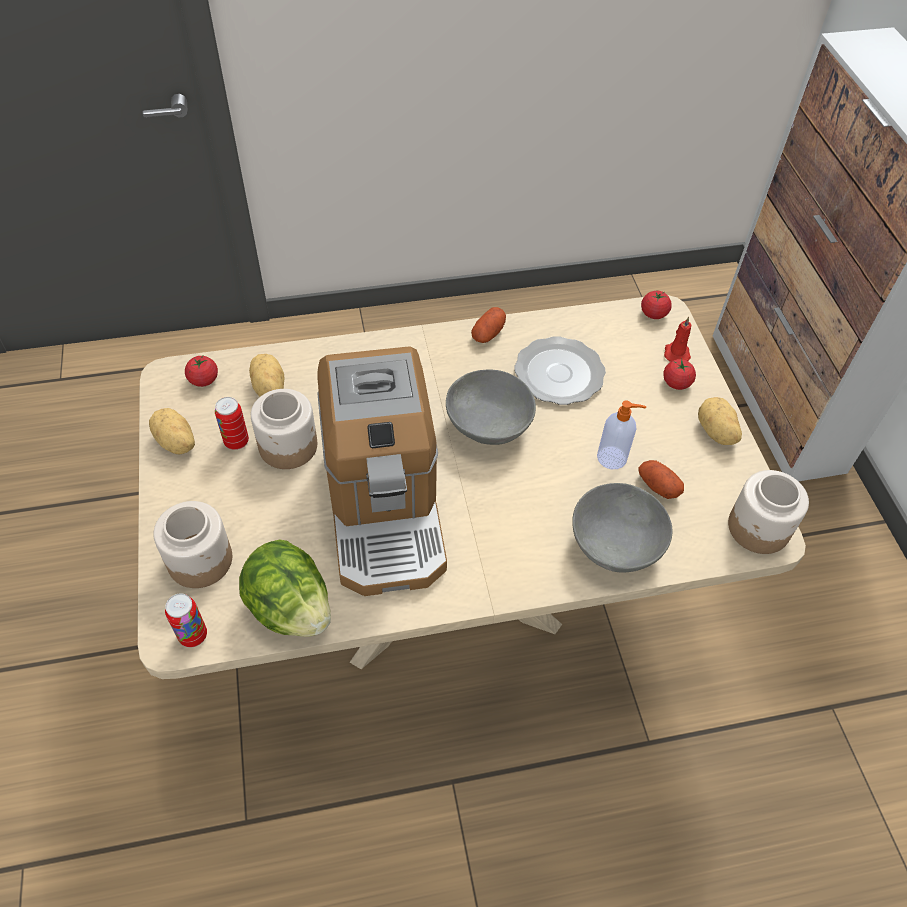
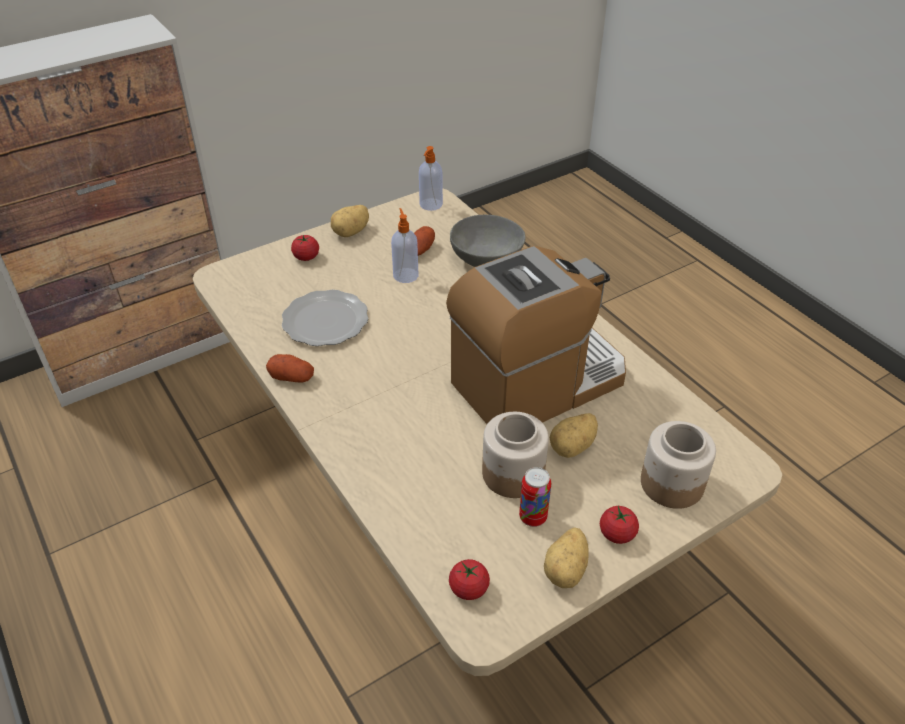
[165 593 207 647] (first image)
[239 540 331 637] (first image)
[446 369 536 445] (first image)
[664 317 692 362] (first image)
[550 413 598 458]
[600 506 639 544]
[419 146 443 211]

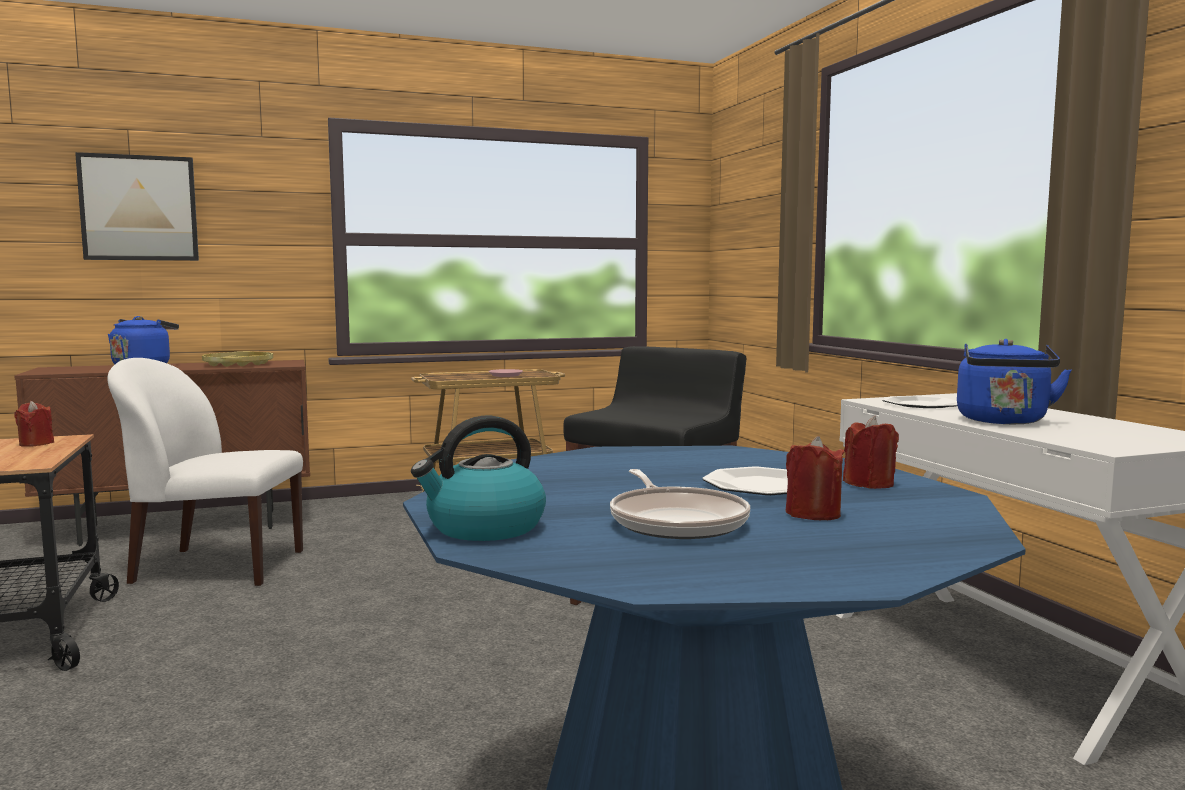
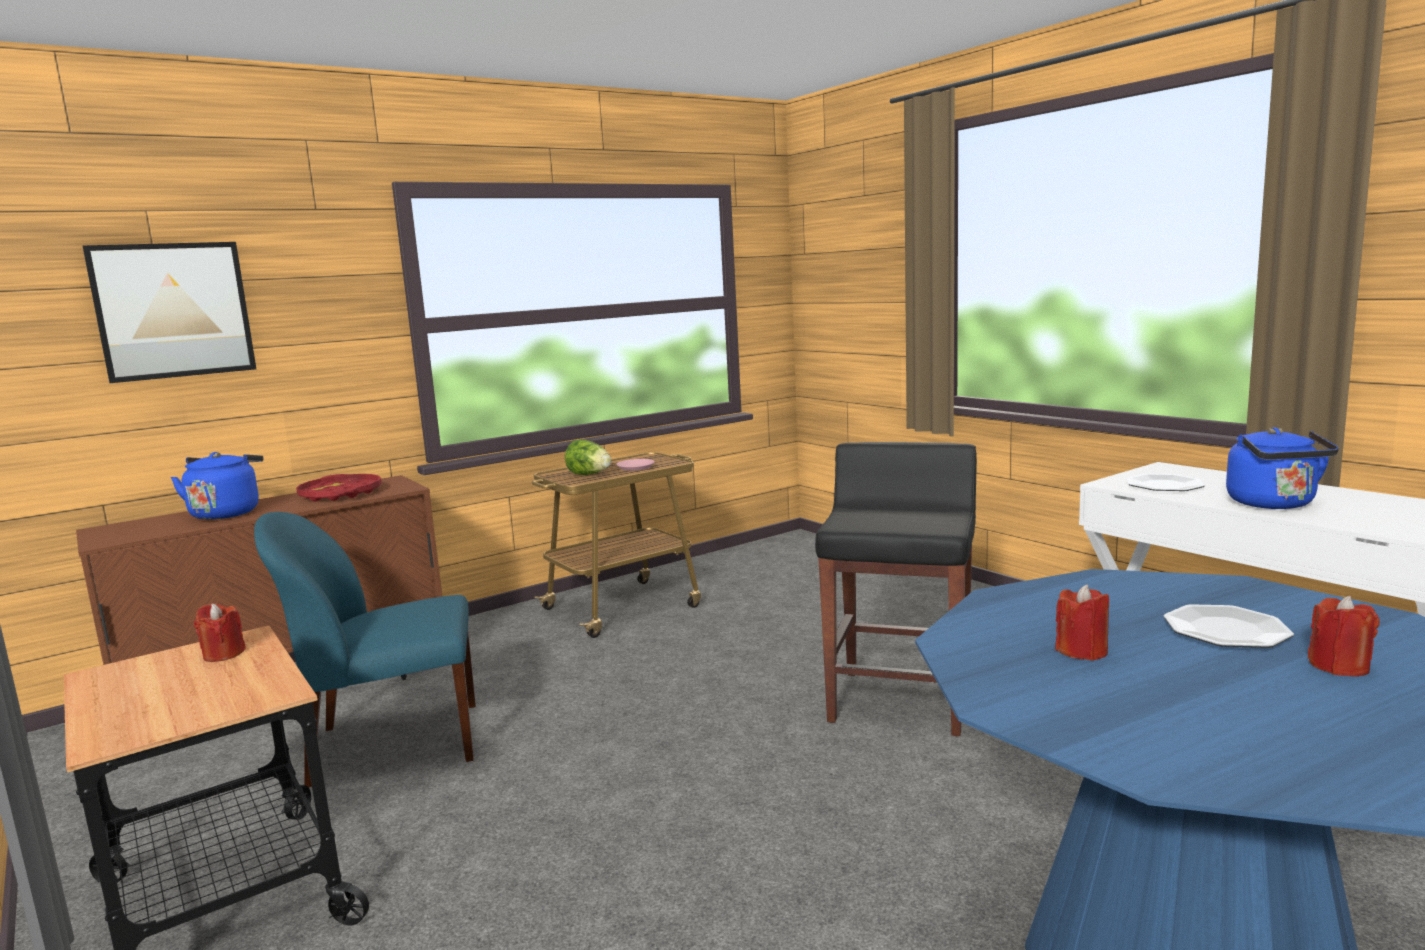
[411 416 546 541] (first image)
[610 469 750 539] (first image)
[565 439 611 475]
[1055 584 1109 661]
[254 512 476 787]
[296 474 382 502]

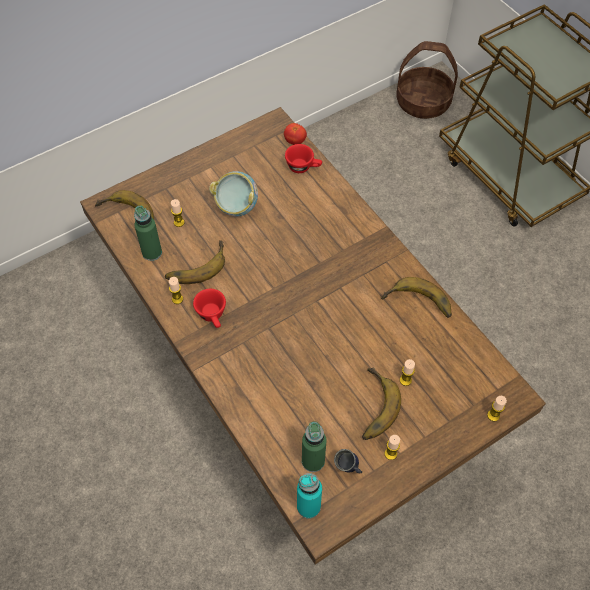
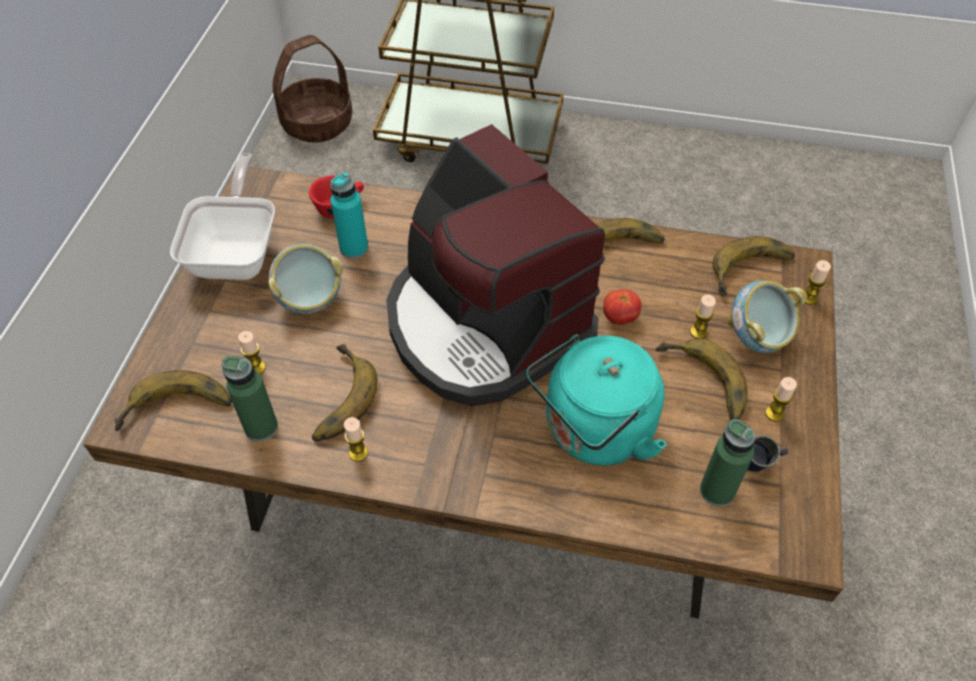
[193 289 226 328] (first image)
[170 153 275 280]
[386 124 605 406]
[527 334 667 466]
[713 236 795 297]
[727 281 807 353]
[603 289 641 325]
[330 172 368 259]

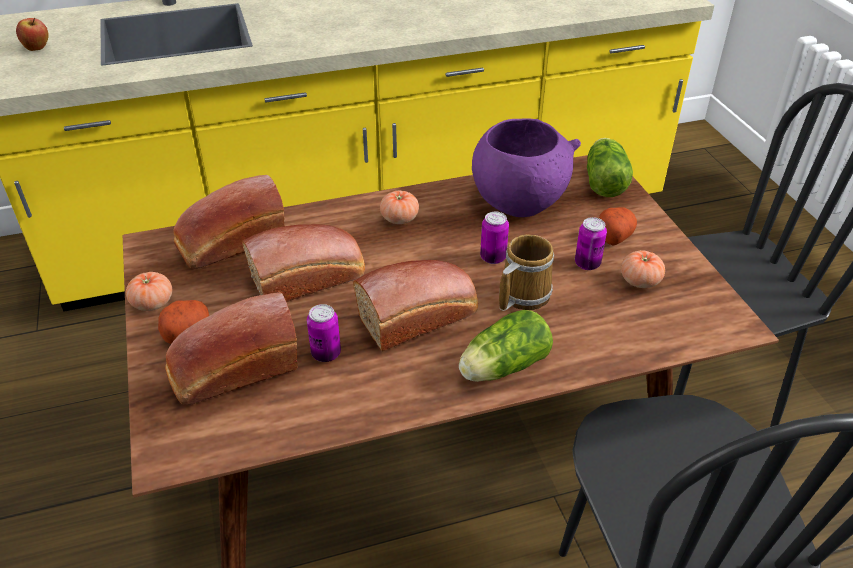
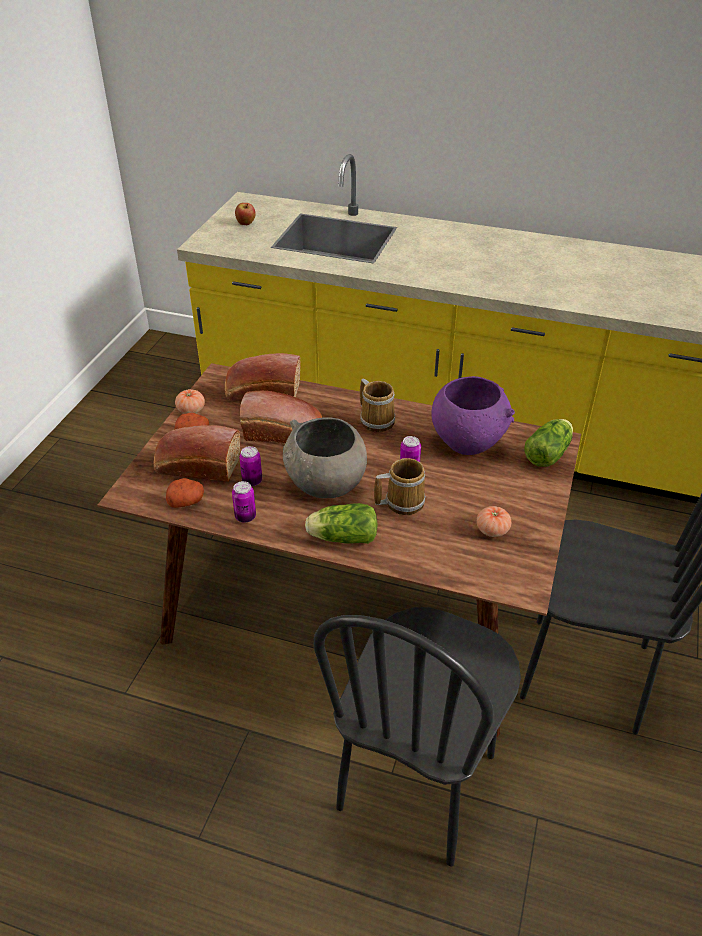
[232 481 256 523]
[166 478 204 508]
[283 417 367 498]
[360 379 395 432]

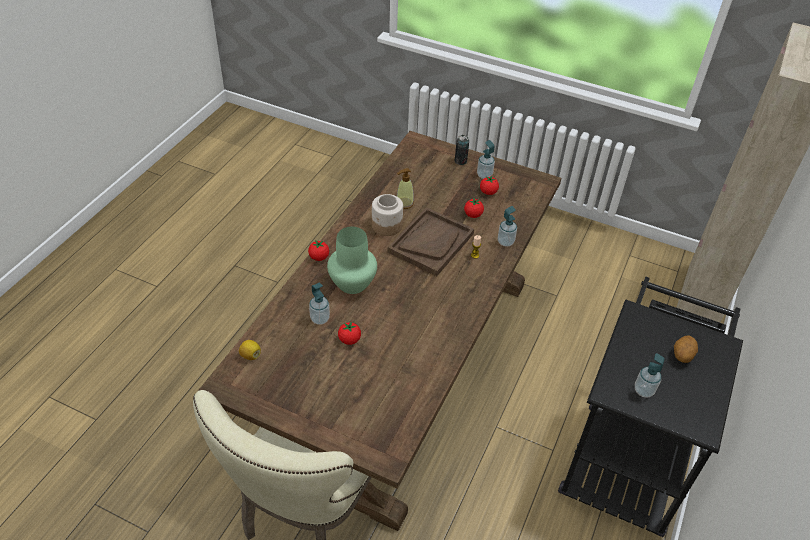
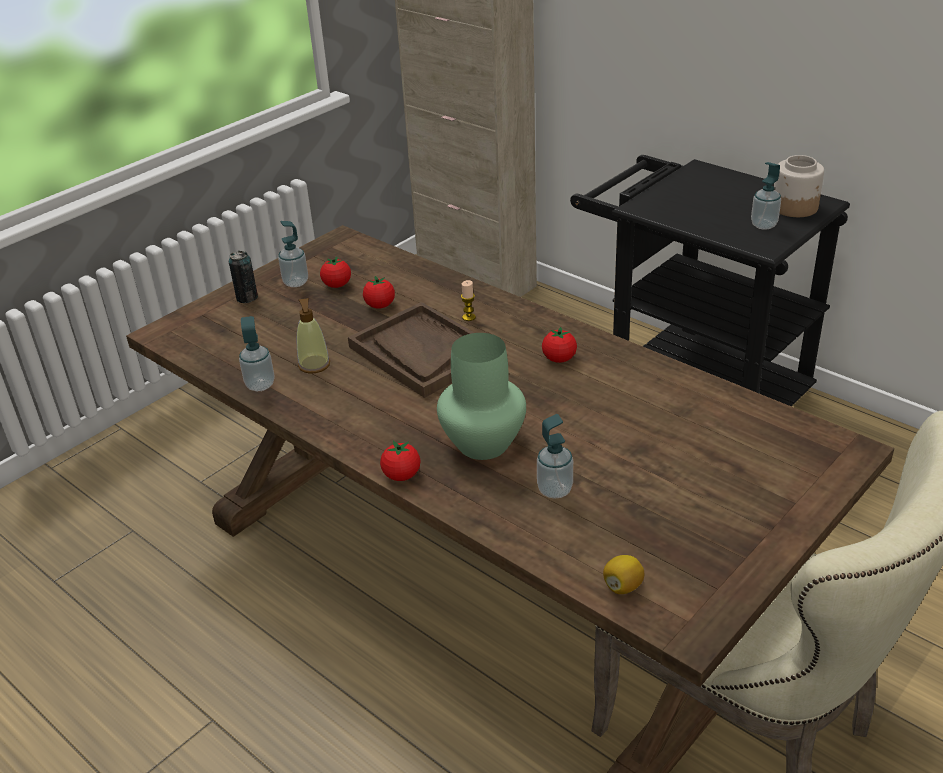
[674 336 698 363] (first image)
[542 327 577 363]
[774 155 824 217]
[239 316 275 391]

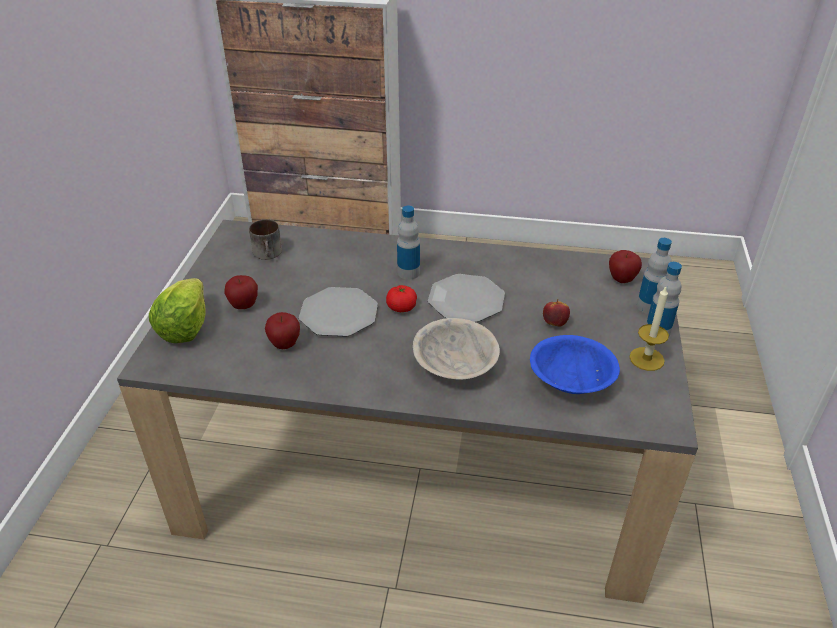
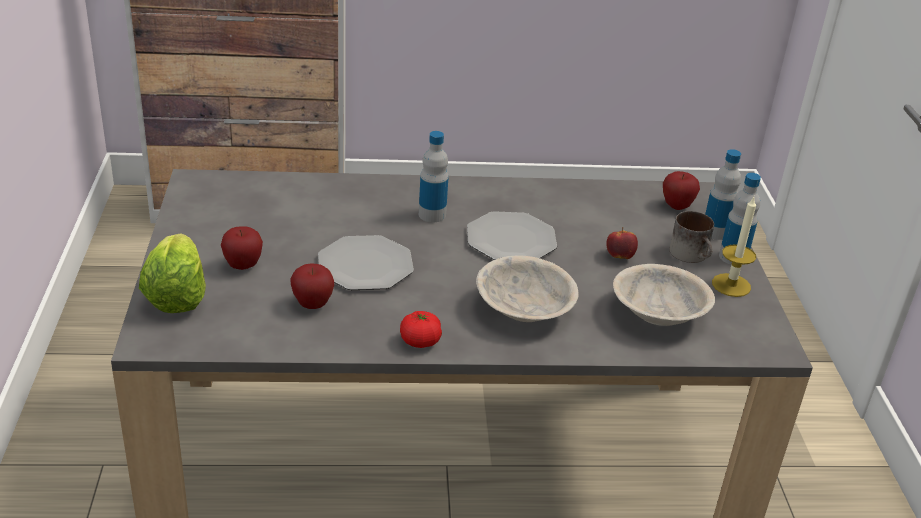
[669 211 714 263]
[400 311 442 348]
[613 264 715 326]

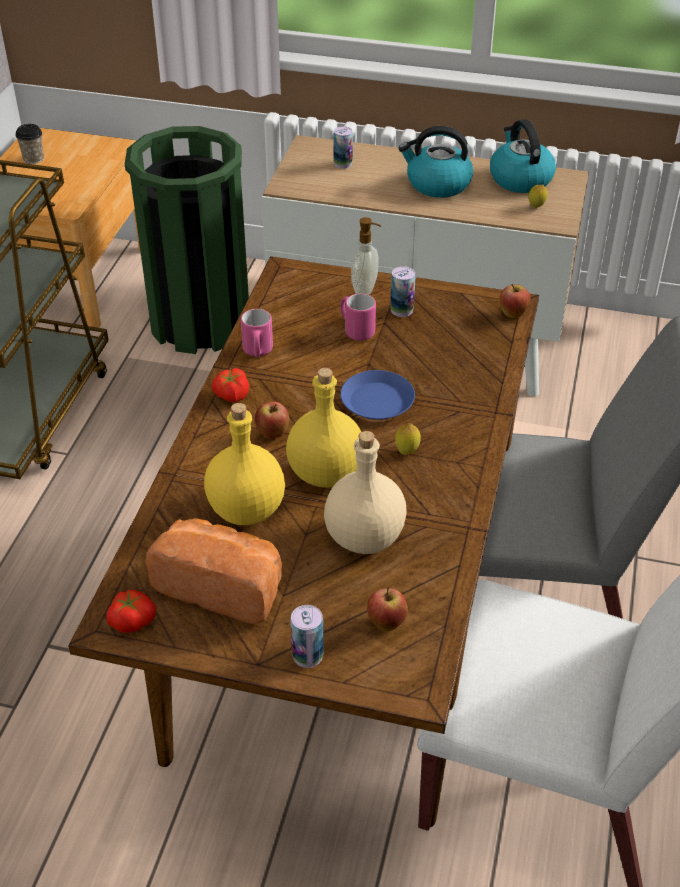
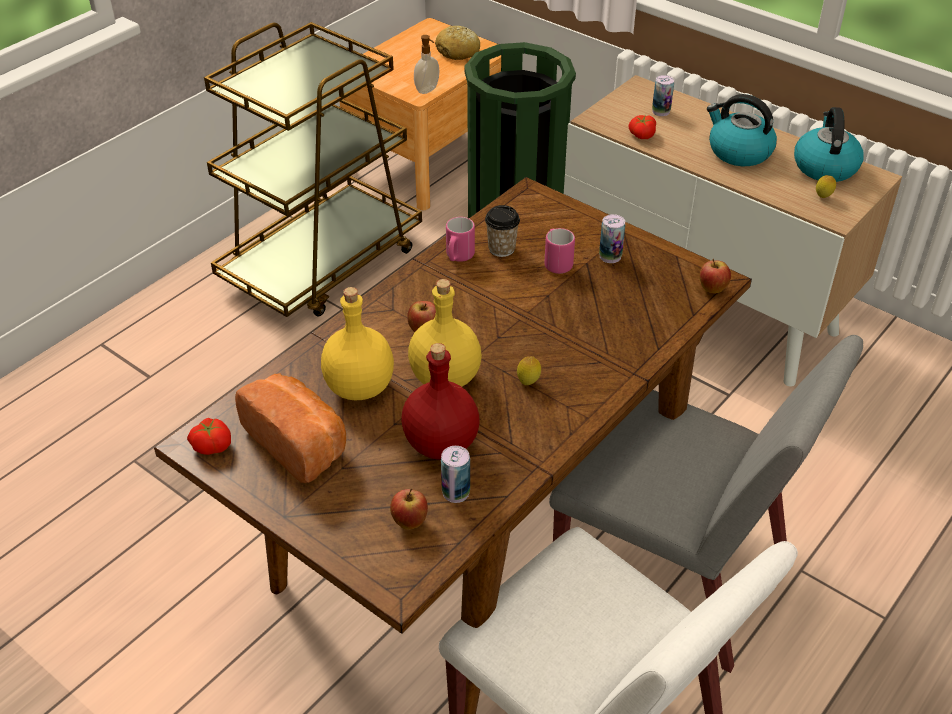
[340 370 415 420] (first image)
[435 26 480 60]
[485 205 520 257]
[629 115 656 139]
[441 446 470 503]
[414 35 439 94]
[401 343 480 459]

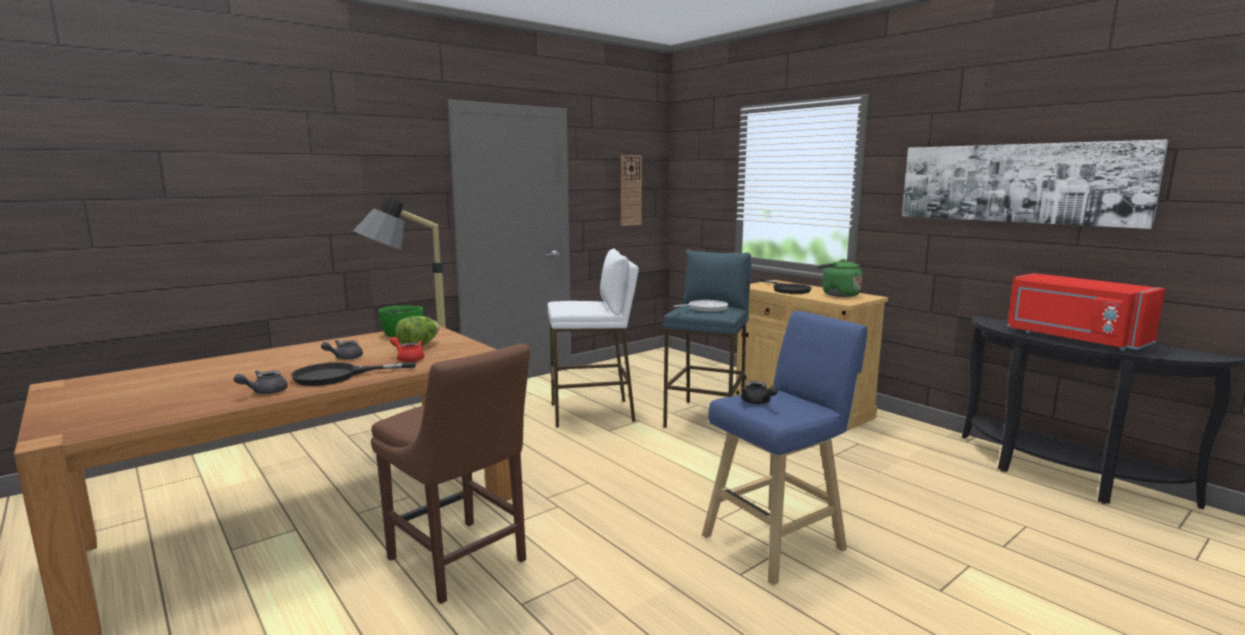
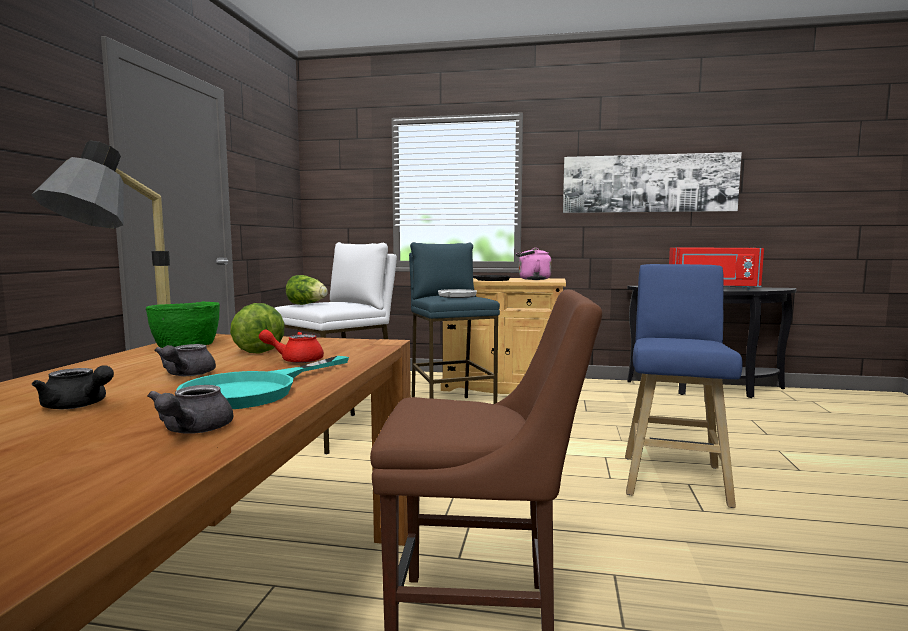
[621 155 642 226] (first image)
[286 275 328 305]
[32 365 114 409]
[176 356 349 409]
[516 248 551 280]

